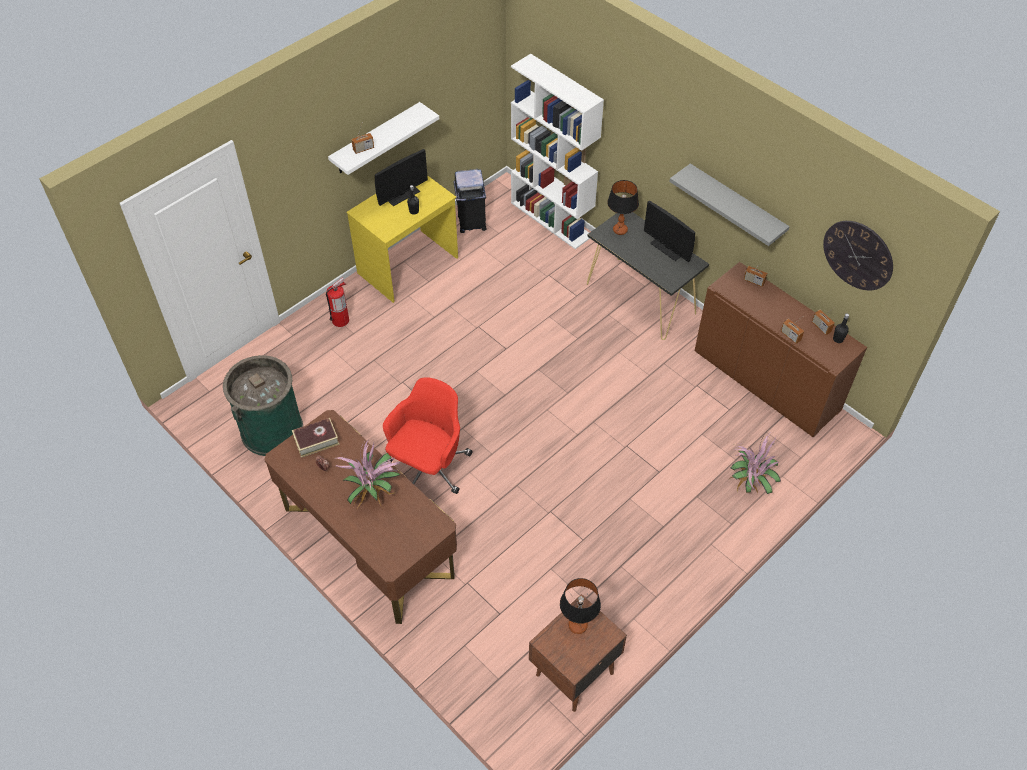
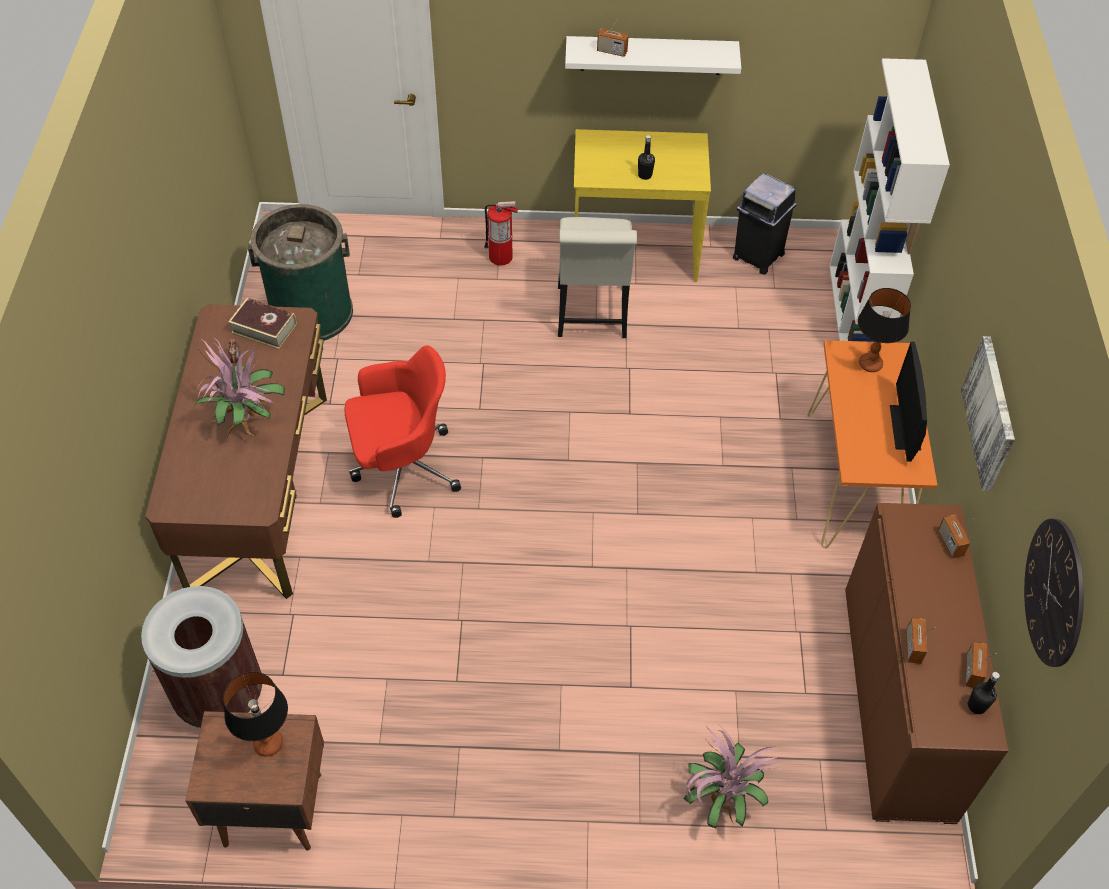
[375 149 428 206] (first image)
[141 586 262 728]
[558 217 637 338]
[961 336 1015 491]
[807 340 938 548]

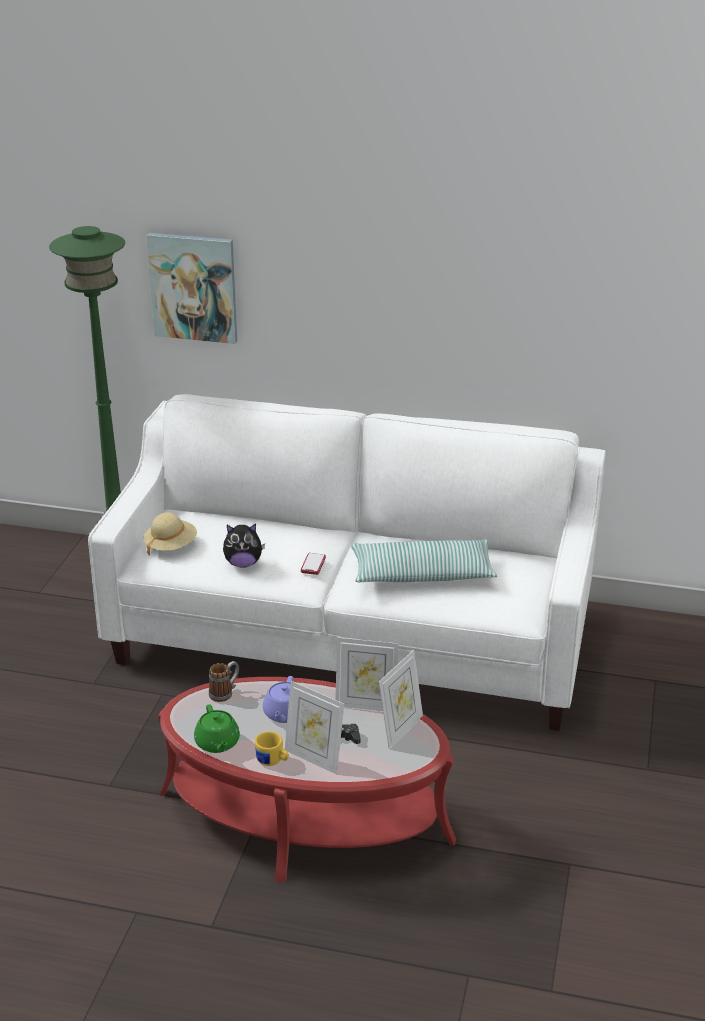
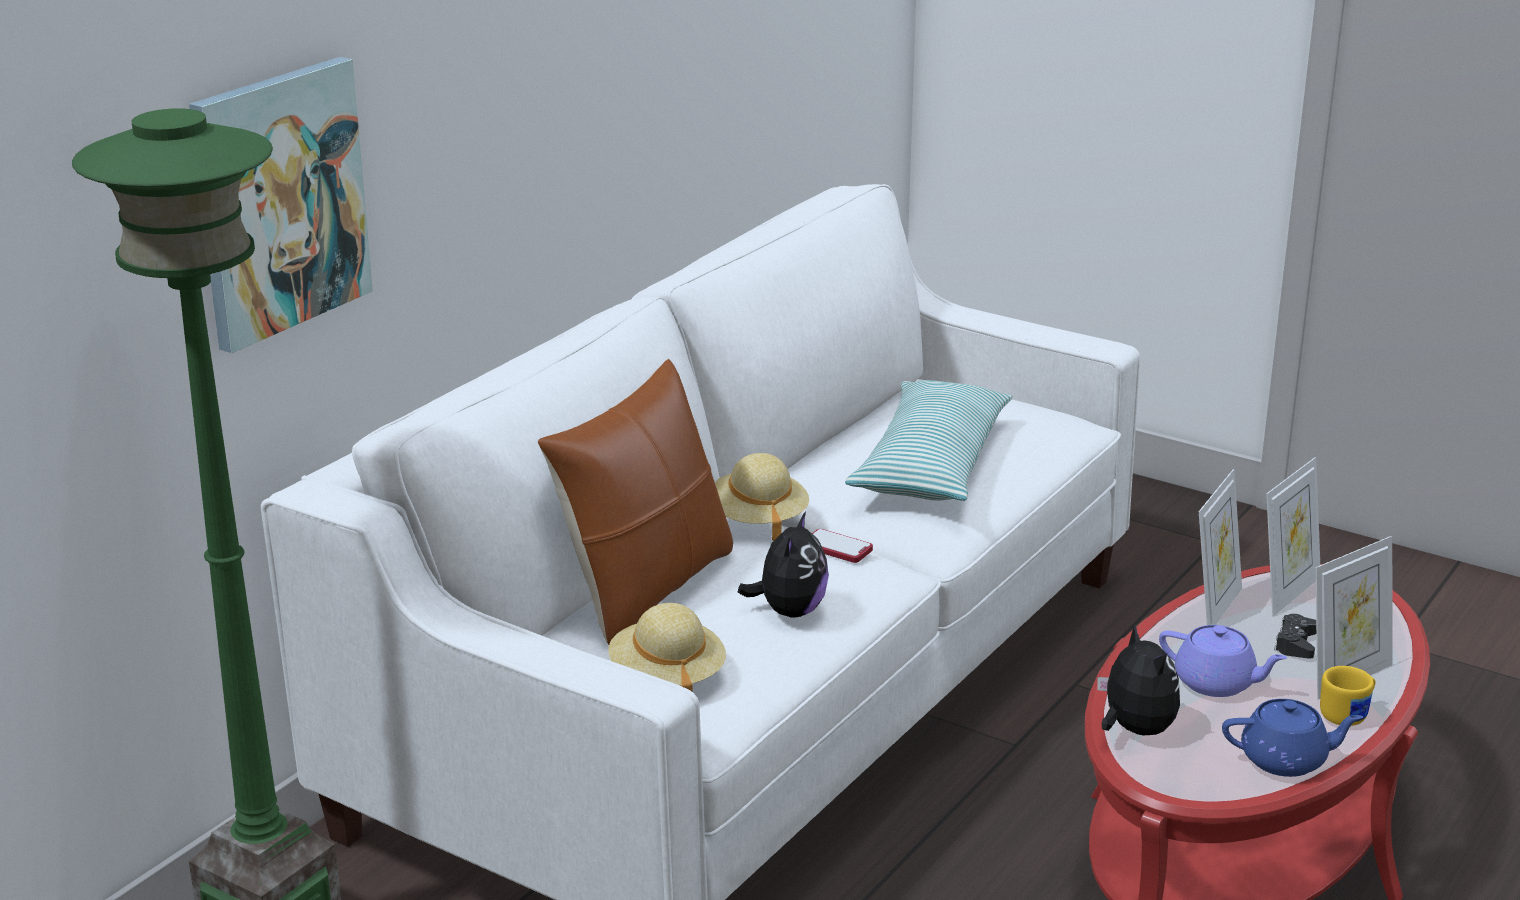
[538 359 733 645]
[715 453 809 541]
[1097 623 1180 735]
[1222 699 1363 777]
[1266 457 1320 617]

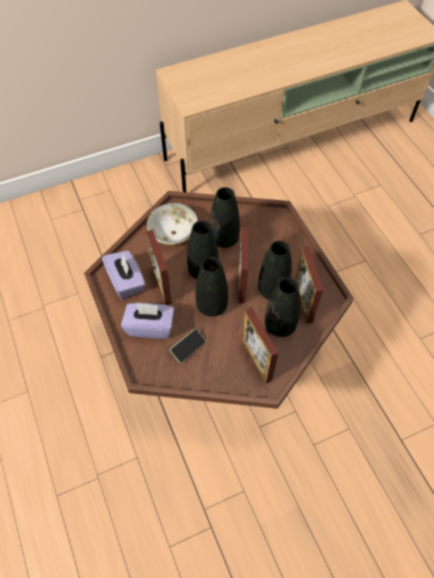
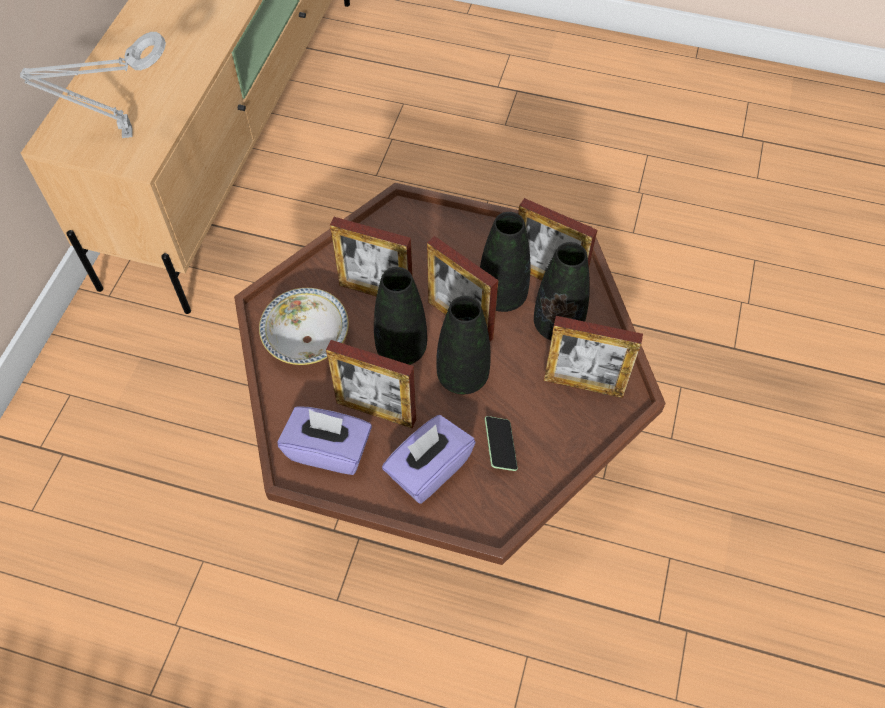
[20 32 166 138]
[330 217 413 297]

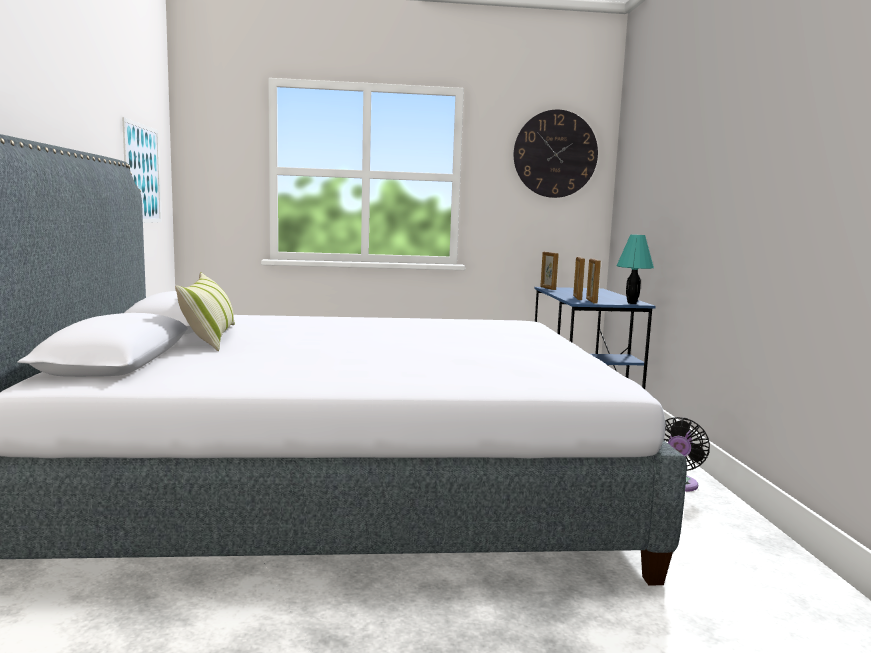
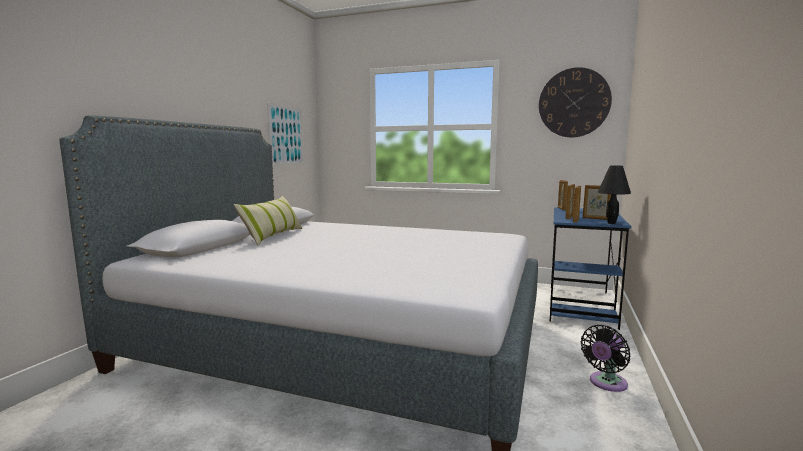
[583 185 611 220]
[598 166 631 224]

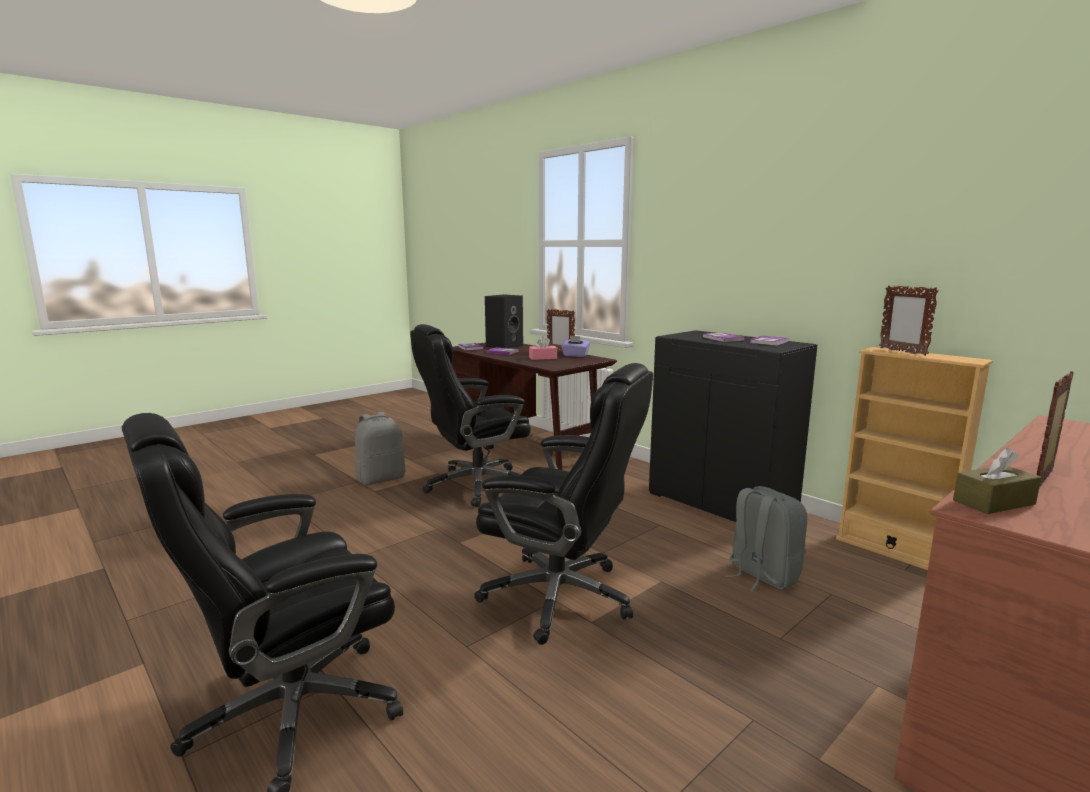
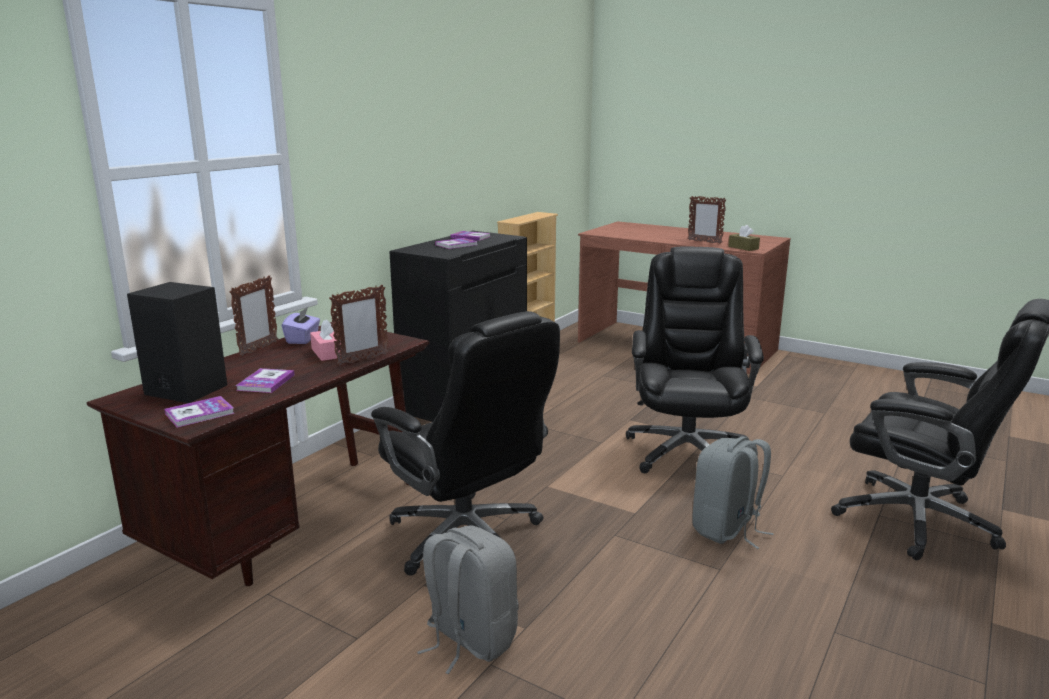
[692 436 774 549]
[329 285 389 366]

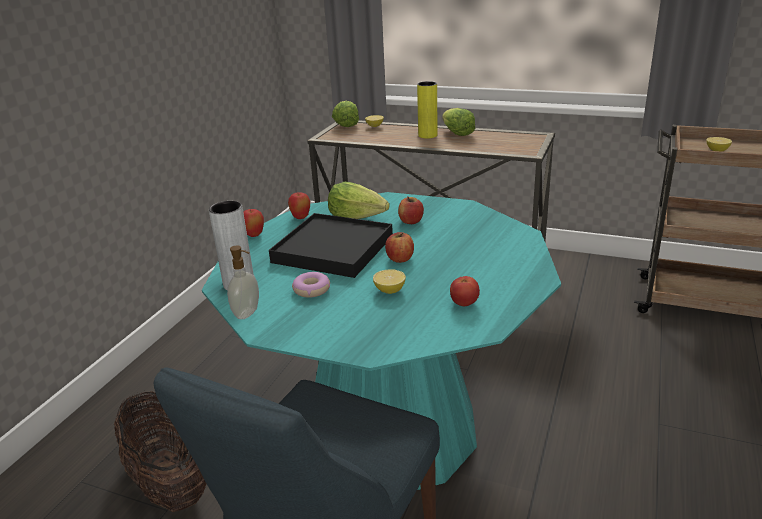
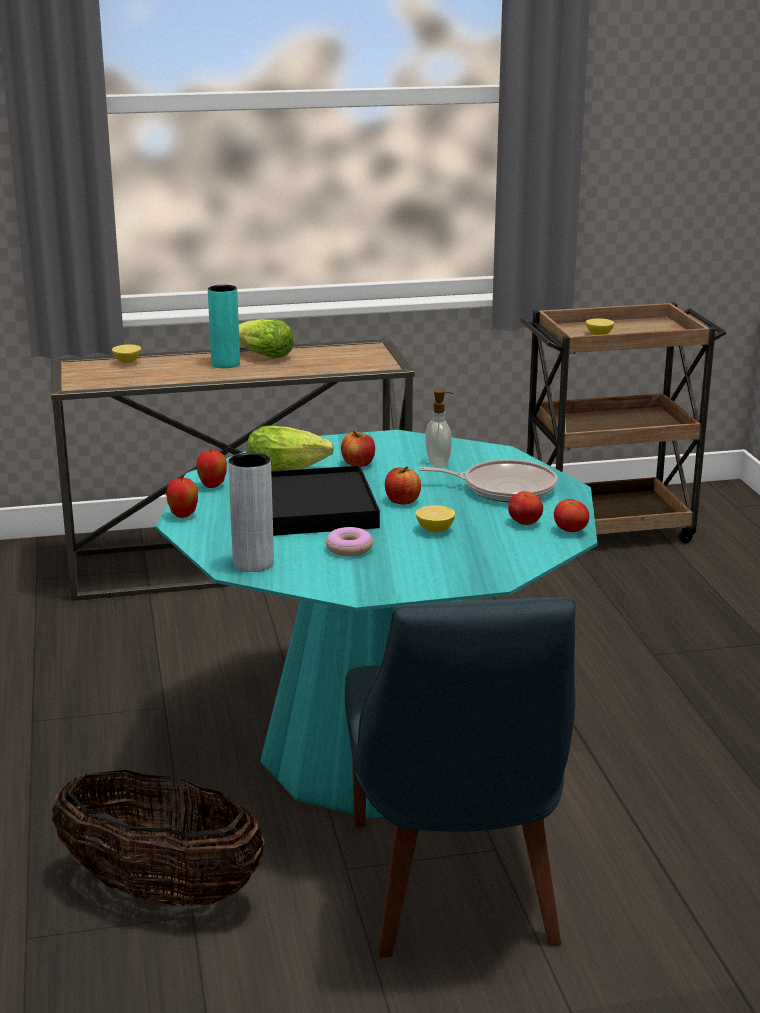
[332 101 359 127] (first image)
[419 459 558 502]
[554 499 589 532]
[425 389 454 468]
[208 285 240 368]

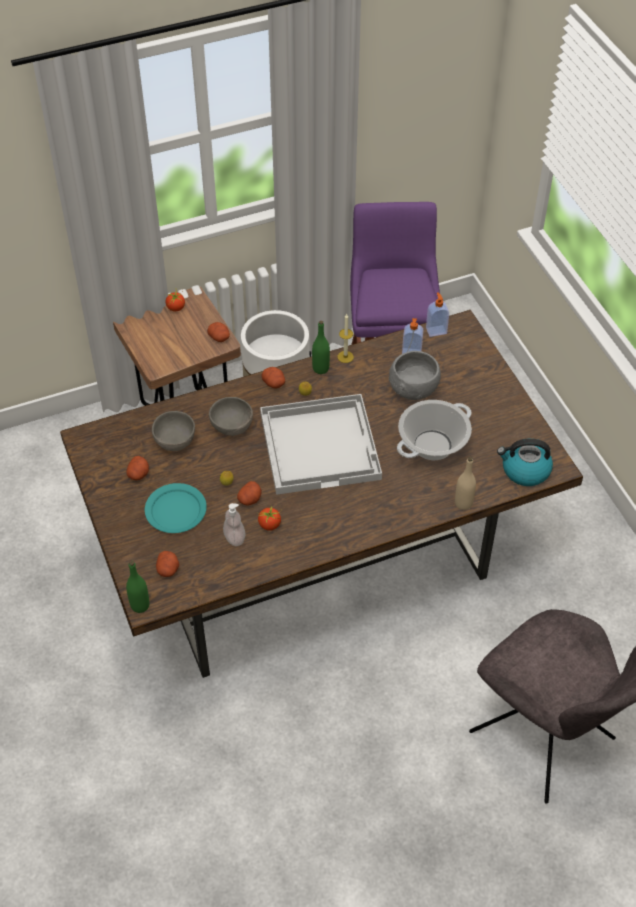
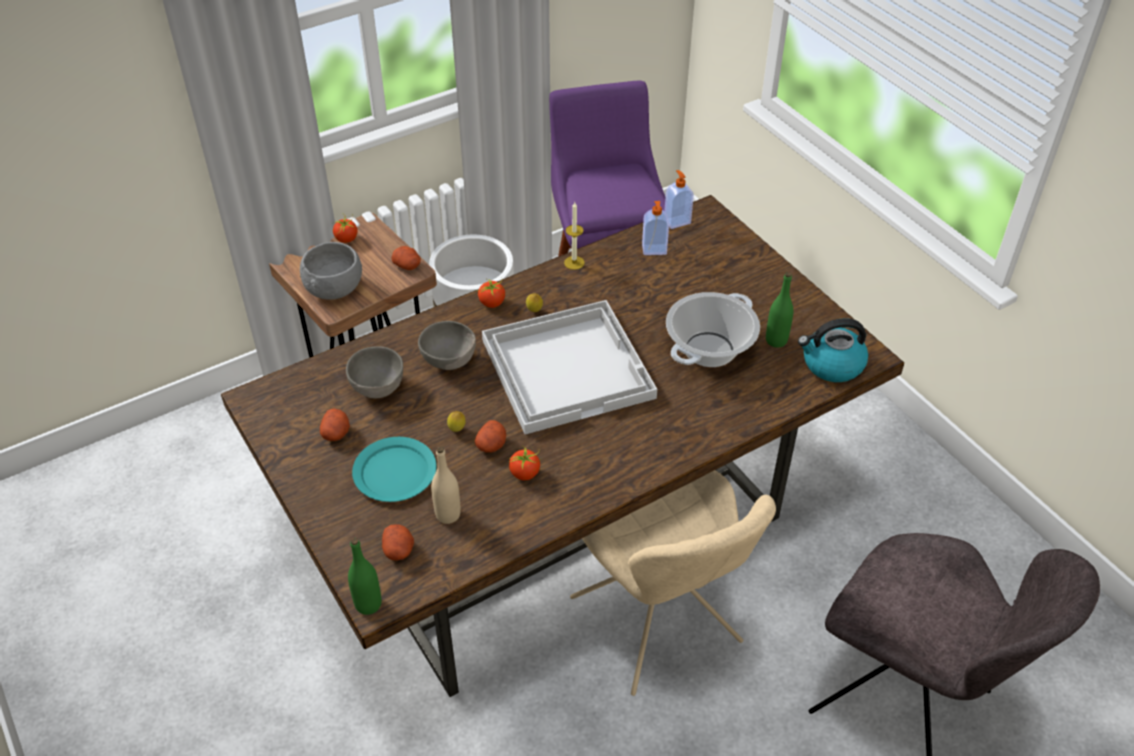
[223 503 245 546] (first image)
[570 470 776 696]
[766 272 793 348]
[300 242 362 300]
[431 447 461 524]
[478 277 507 308]

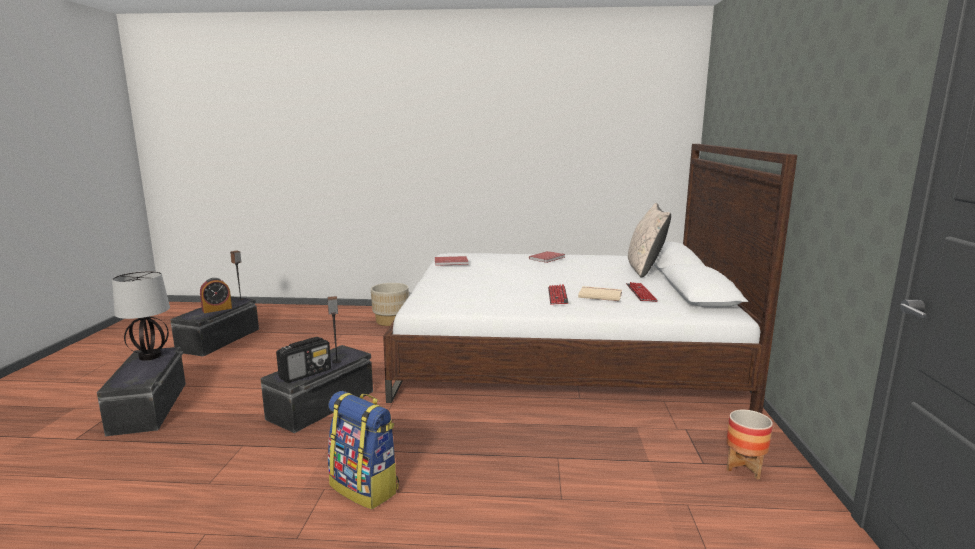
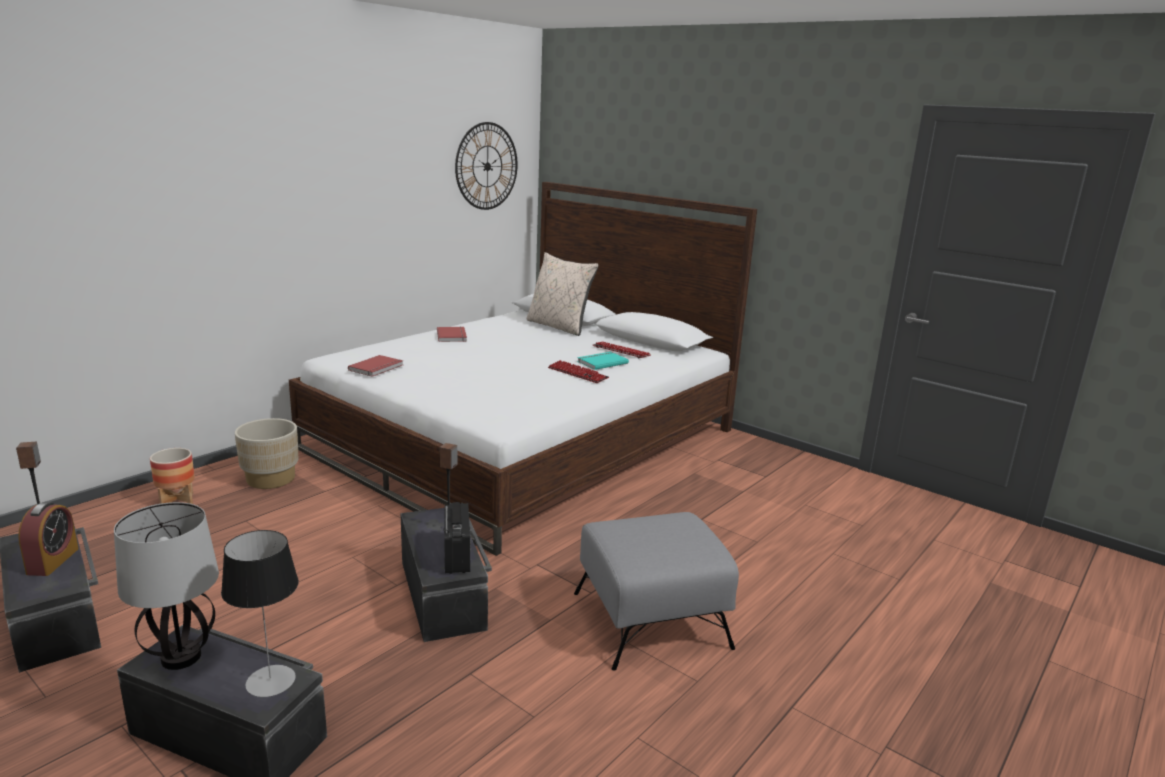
[221 530 299 697]
[455 122 518 210]
[150 448 195 504]
[574 512 739 671]
[577 352 629 370]

